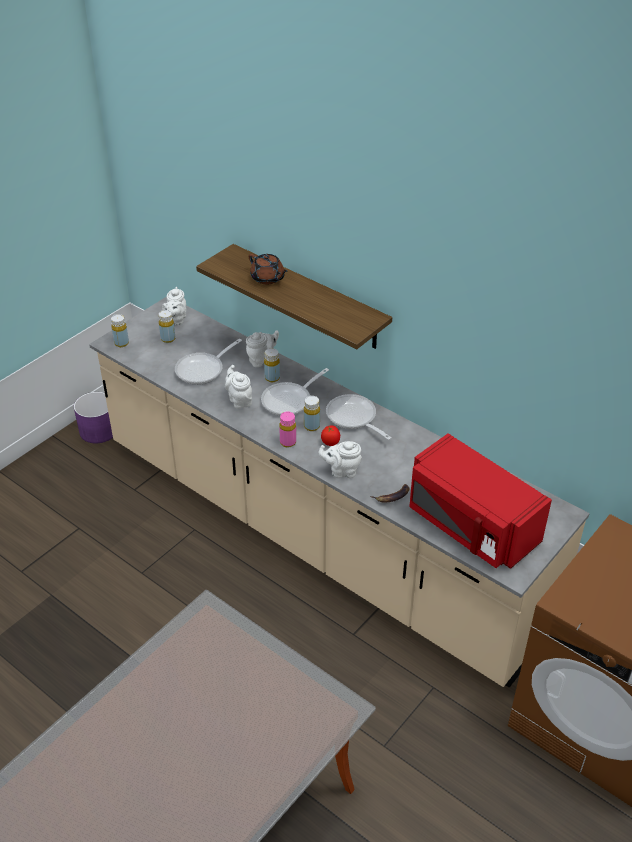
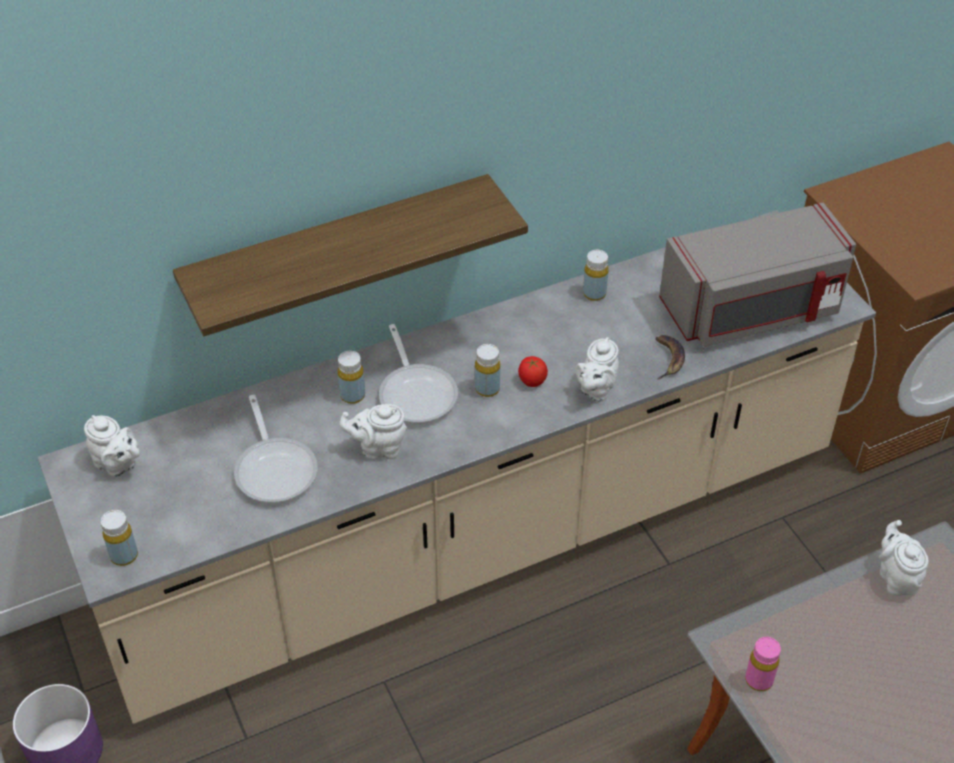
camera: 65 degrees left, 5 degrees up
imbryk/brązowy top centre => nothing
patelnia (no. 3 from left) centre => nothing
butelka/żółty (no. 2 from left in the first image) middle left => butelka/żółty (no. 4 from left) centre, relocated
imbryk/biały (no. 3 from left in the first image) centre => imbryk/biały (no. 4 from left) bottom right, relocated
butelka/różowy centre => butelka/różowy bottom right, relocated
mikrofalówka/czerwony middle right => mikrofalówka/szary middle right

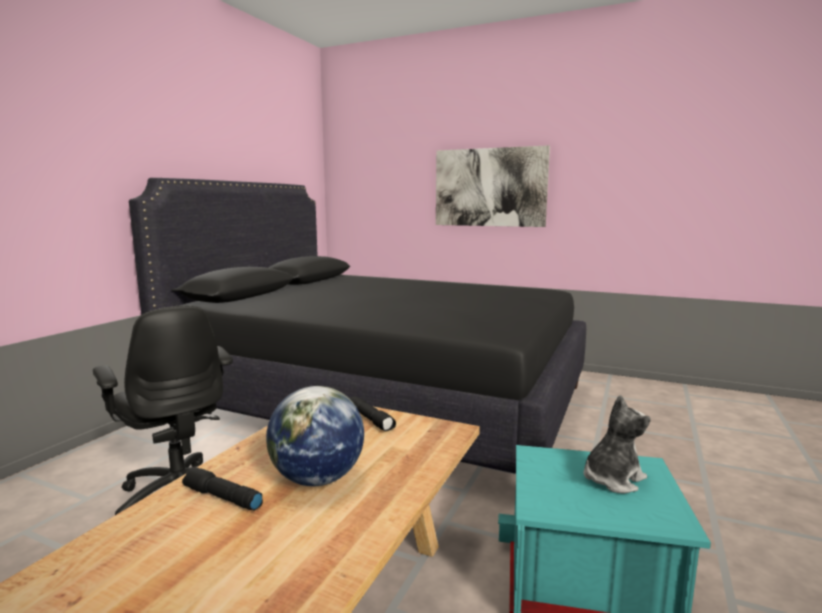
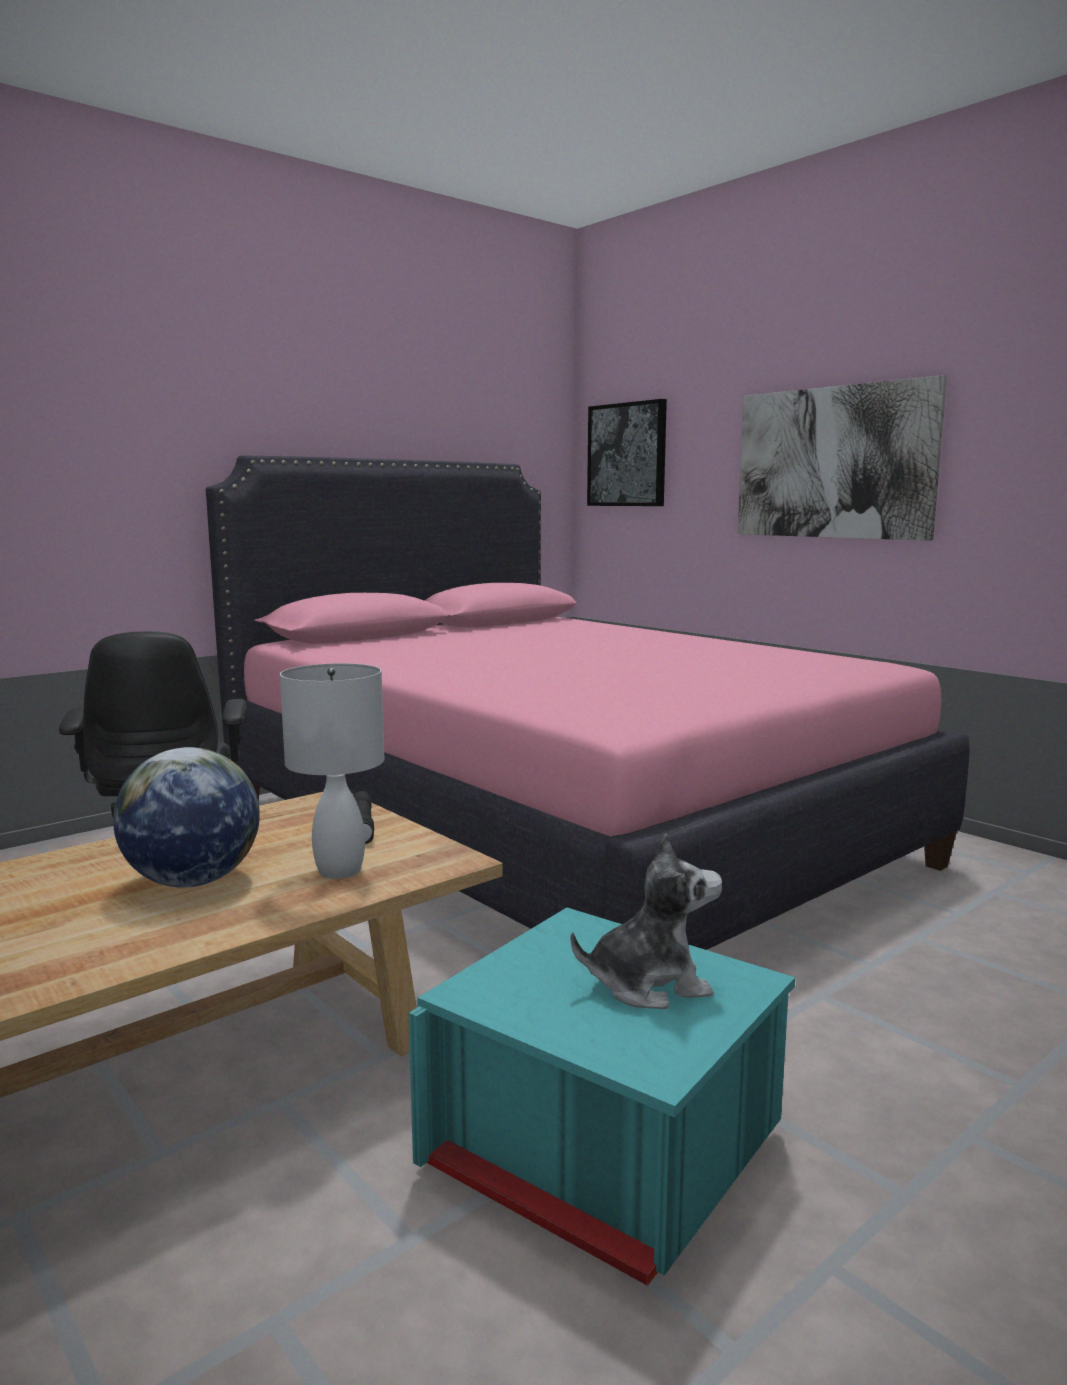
camera: 25 degrees right, 0 degrees up
latarka/czarny (no. 1 from left) bottom left => nothing
nothing => lampa stołowa/biały middle left
nothing => obraz (no. 1 from left) top centre
łóżko/czarny centre => łóżko/różowy centre

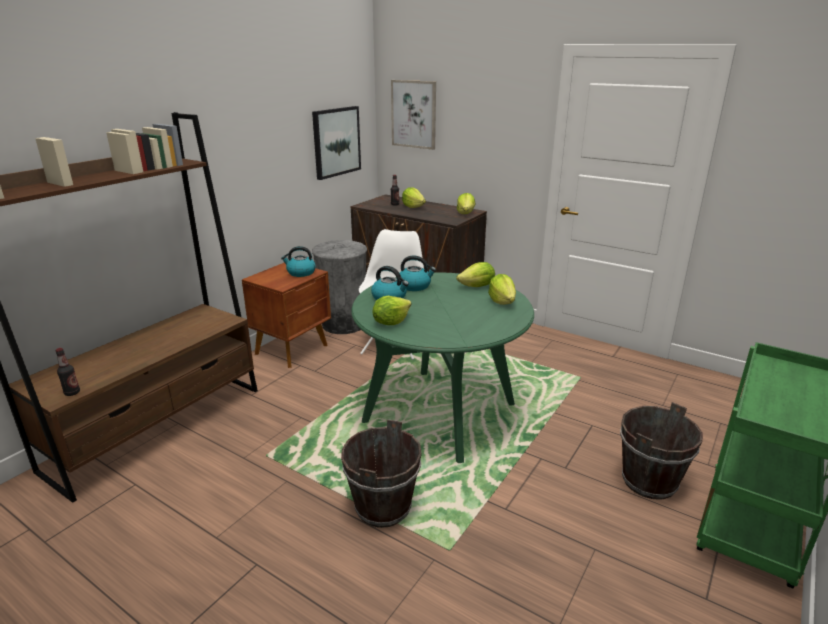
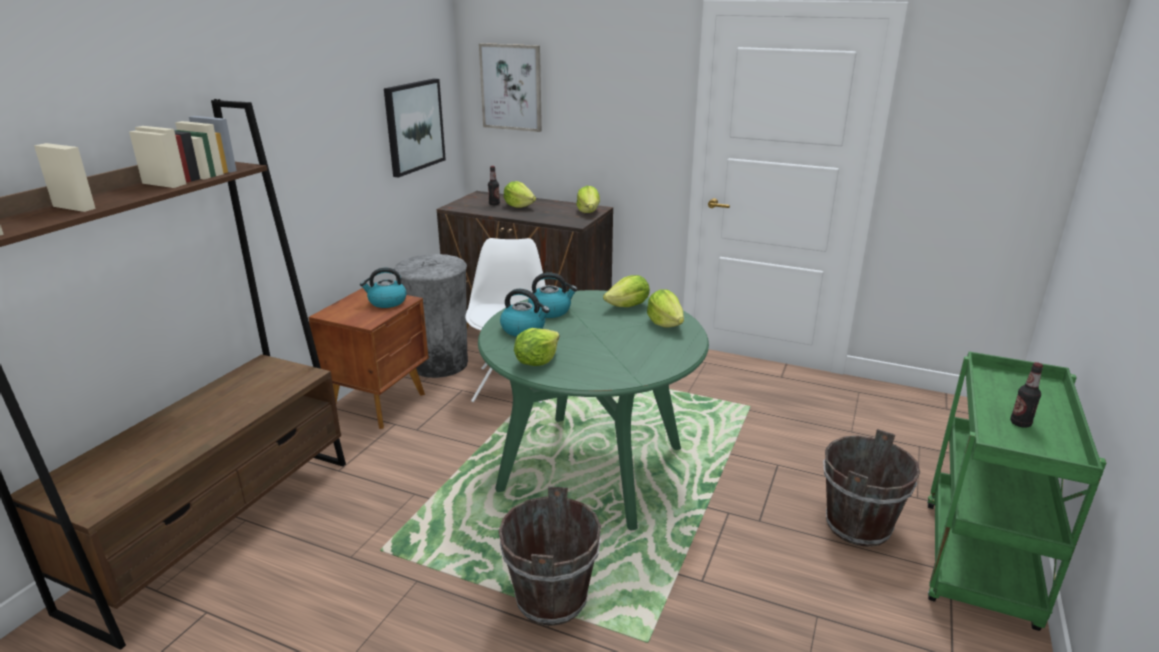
camera: 10 degrees left, 0 degrees up
butelka (no. 1 from left in the first image) middle left => butelka (no. 2 from left) middle right, relocated

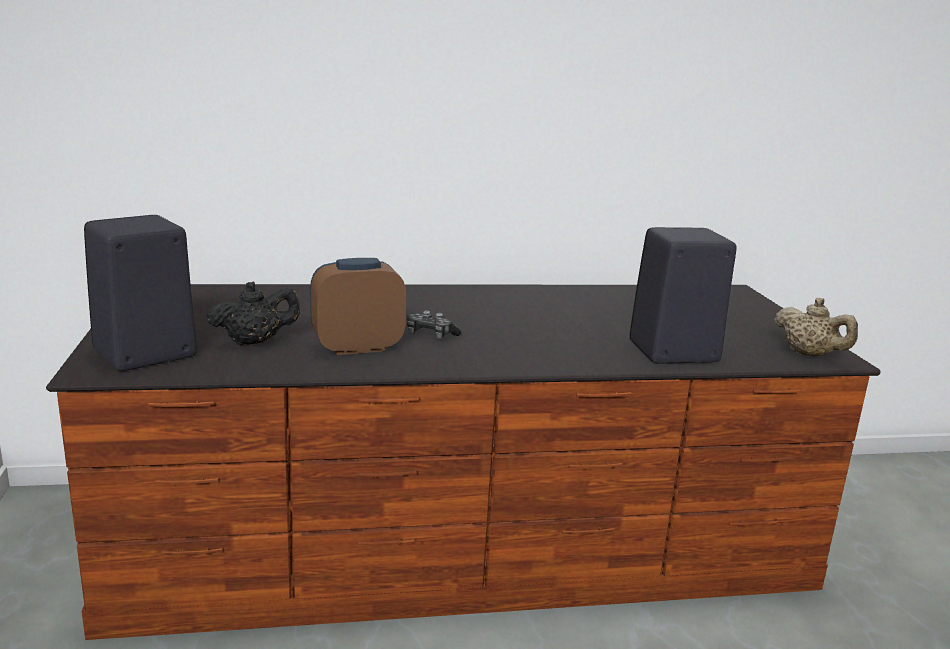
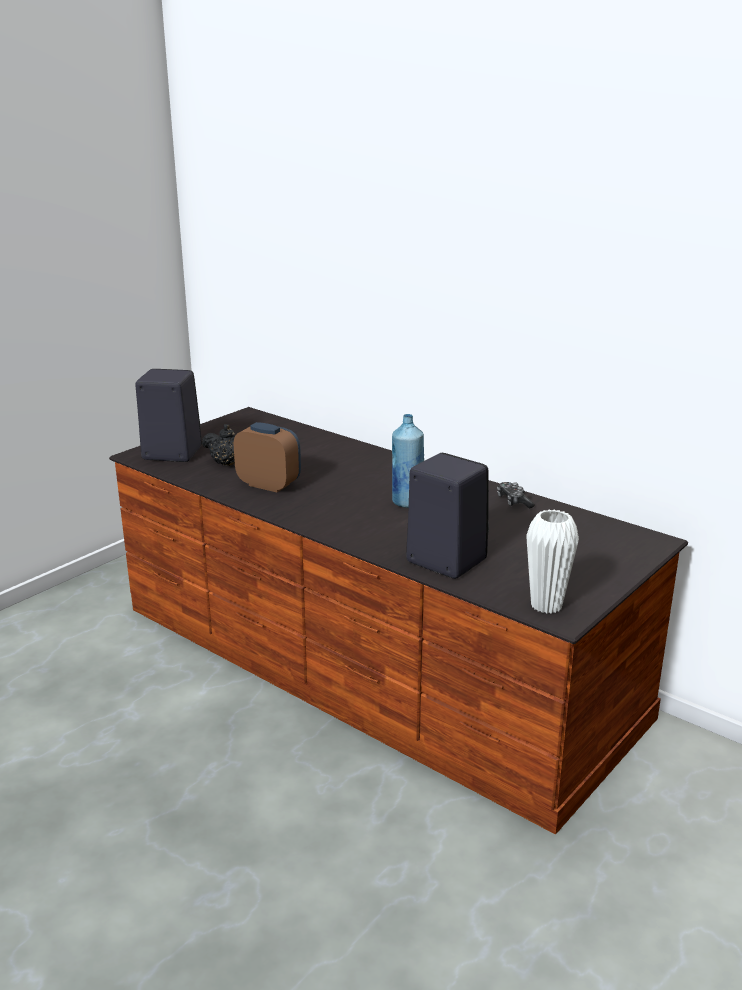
camera: 50 degrees right, 5 degrees up
nothing => butelka/niebieski centre
pad do gier centre => pad do gier middle right, relocated
imbryk/beżowy middle right => wazon/biały middle right

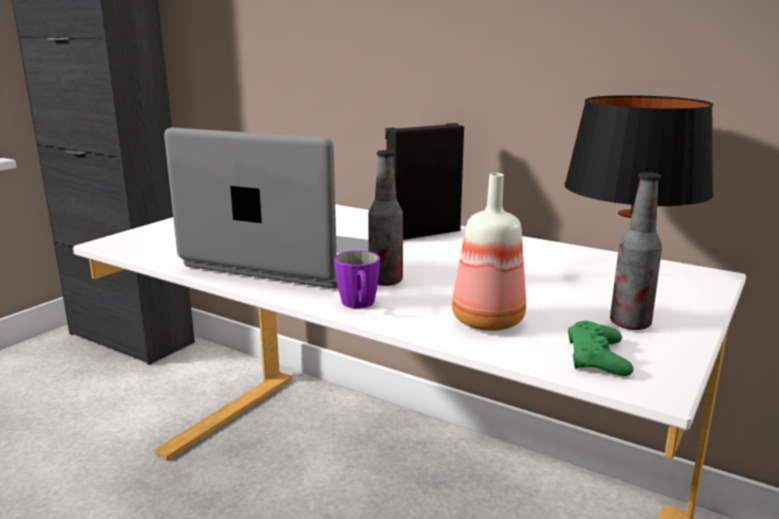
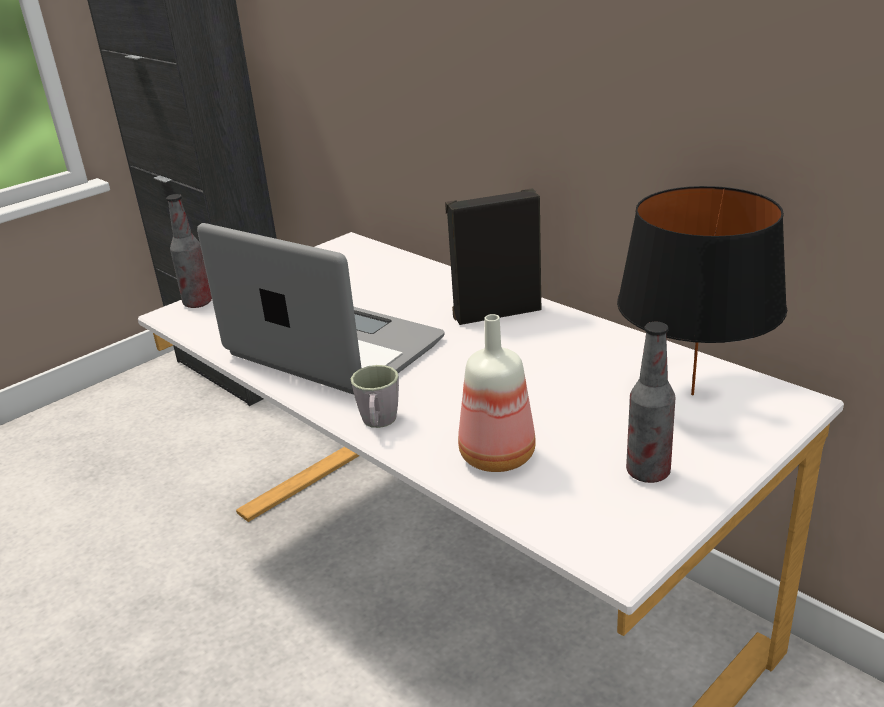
camera: 15 degrees right, 10 degrees up
pad do gier/zielony bottom right => nothing
butelka (no. 1 from left) centre => butelka (no. 1 from left) middle left, relocated
kubek/fioletowy centre => kubek/szary centre

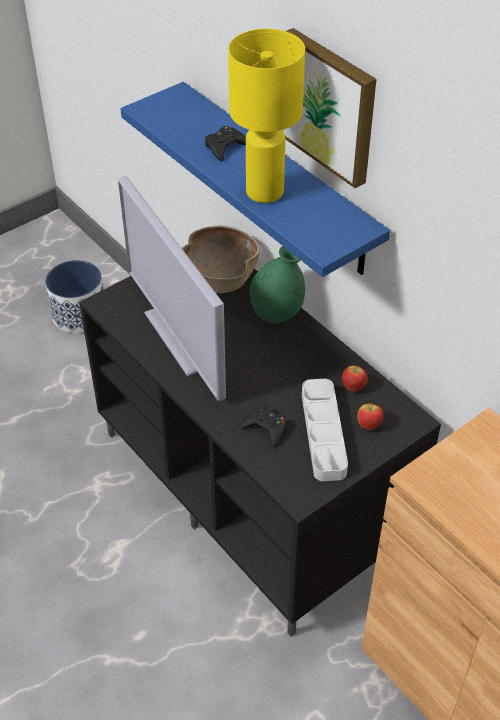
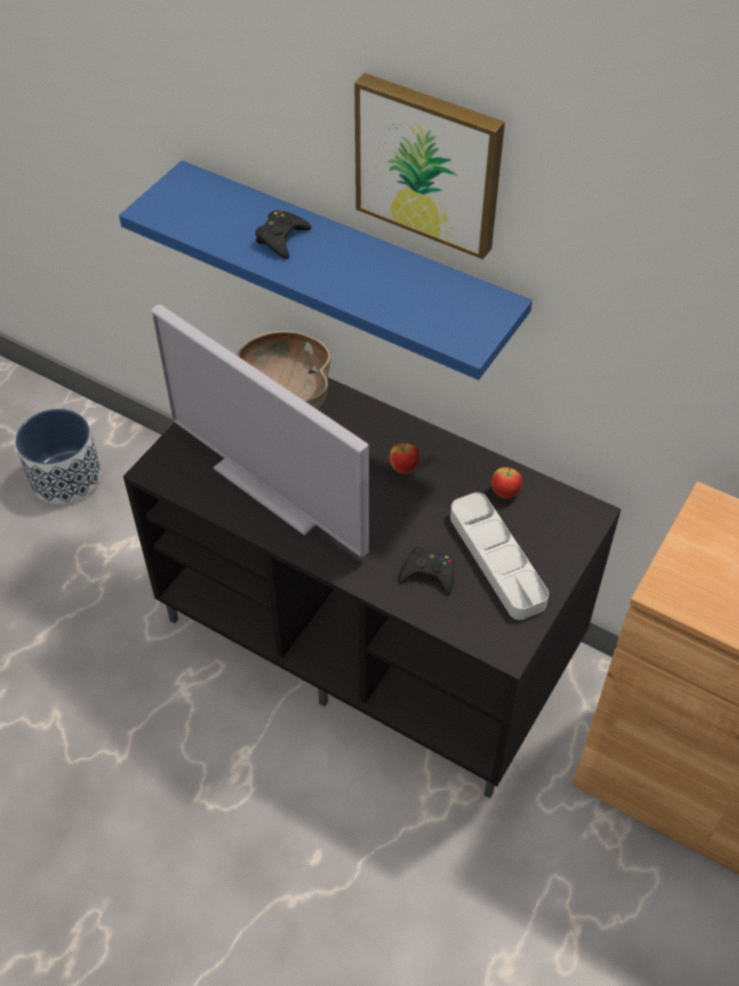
camera: 20 degrees left, 5 degrees up
lampa stołowa/żółty top centre => nothing
wazon/zielony centre => nothing
jabłko (no. 2 from left in the first image) middle right => jabłko (no. 1 from left) centre, relocated

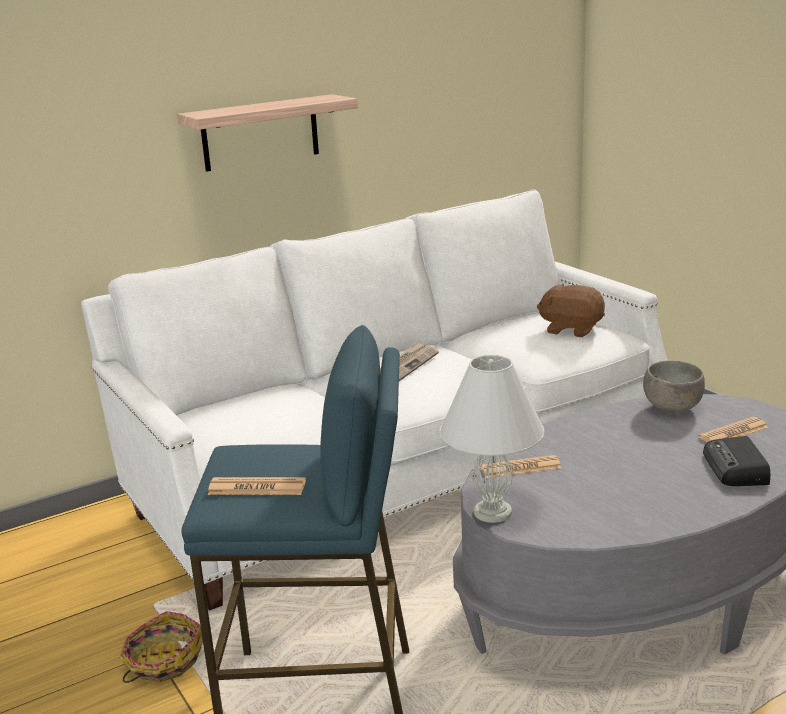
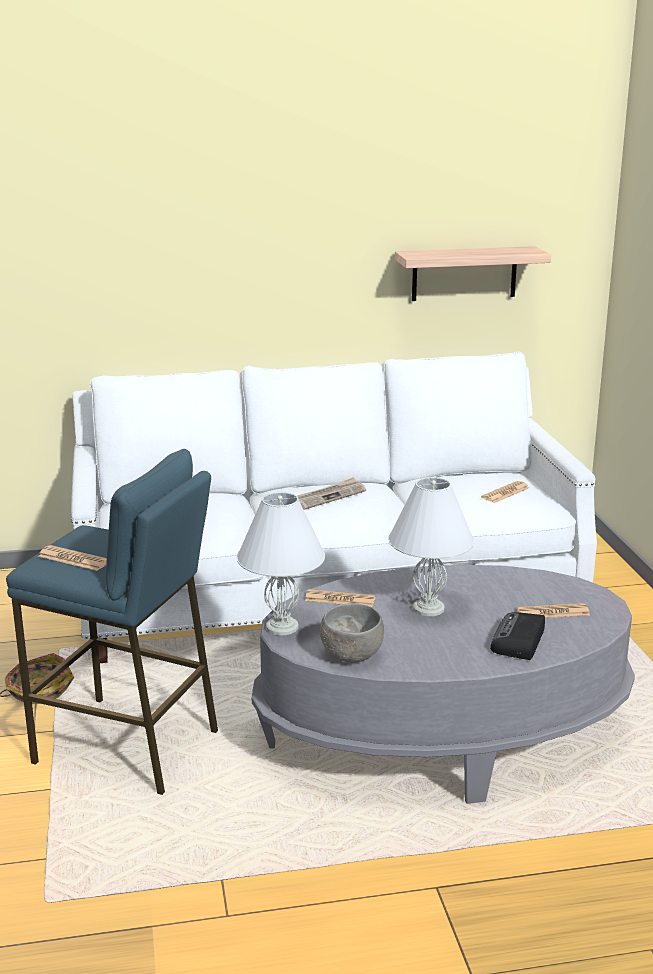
camera: 20 degrees right, 0 degrees up
nothing => lampa stołowa/biały (no. 2 from left) centre
półka top centre => półka top right, relocated
miska/szary middle right => miska/szary centre, relocated
pluszak/brązowy middle right => gazeta (no. 4 from left) middle right

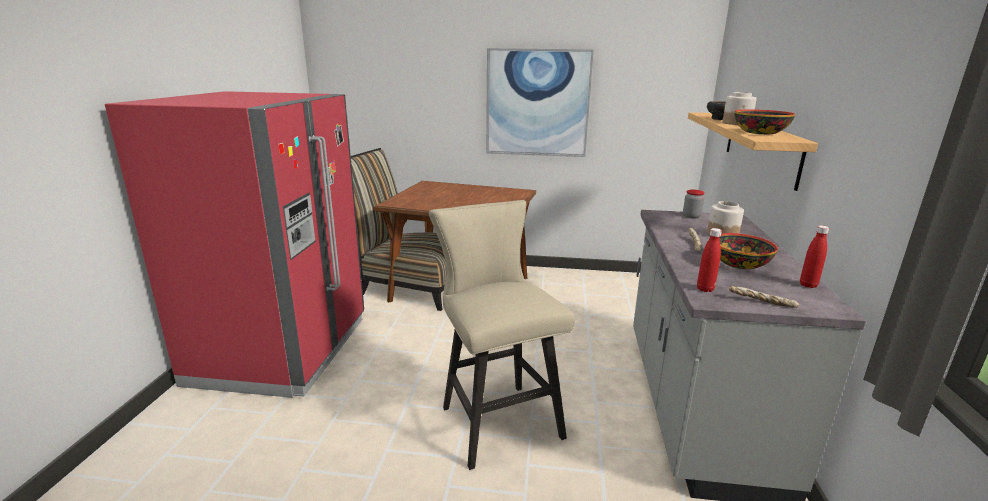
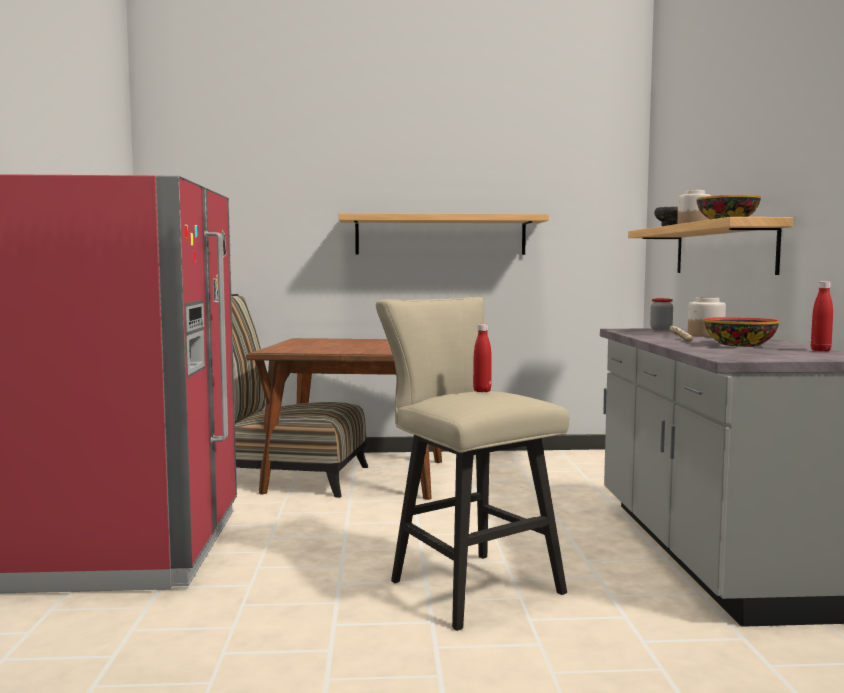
camera: 10 degrees left, 15 degrees down
chleb (no. 2 from left) middle right => nothing
butelka/czerwony (no. 1 from left) middle right => butelka/czerwony (no. 1 from left) centre, relocated
obraz top centre => półka (no. 1 from left) centre

